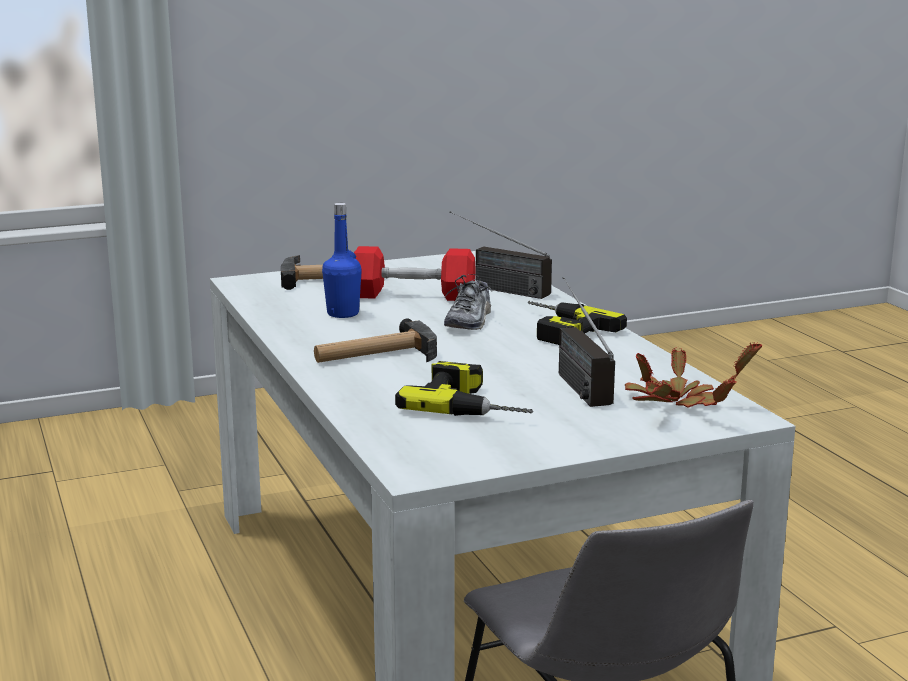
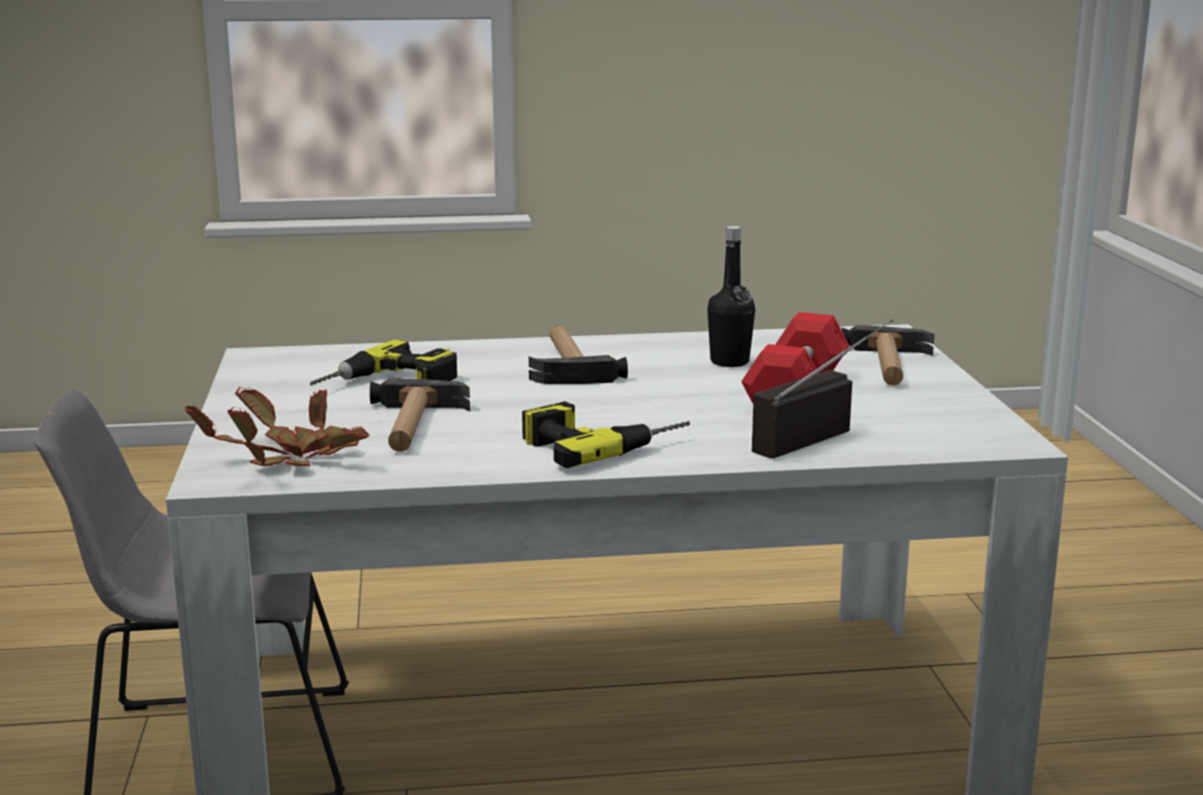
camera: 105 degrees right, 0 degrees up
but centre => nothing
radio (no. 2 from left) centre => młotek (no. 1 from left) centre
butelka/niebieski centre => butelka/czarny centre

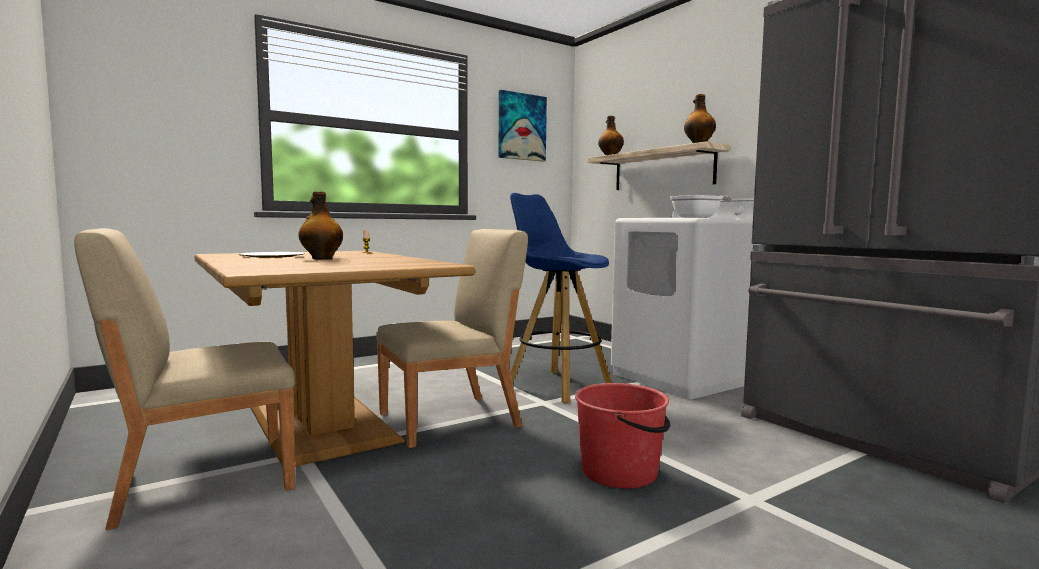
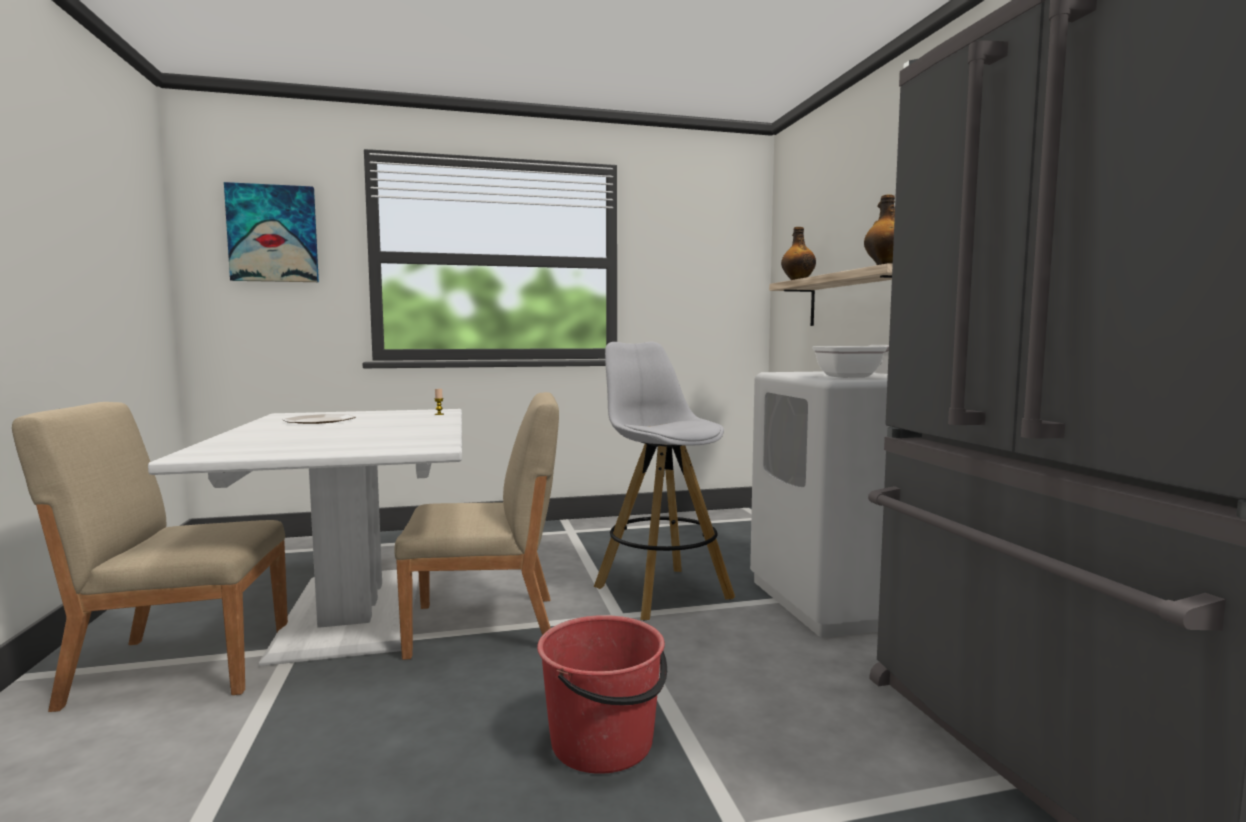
camera: 20 degrees right, 0 degrees up
butelka (no. 1 from left) middle left => nothing
obraz top centre => obraz top left, relocated
stół jadalny/brązowy middle left => stół jadalny/biały middle left
stołek/niebieski centre => stołek/biały centre

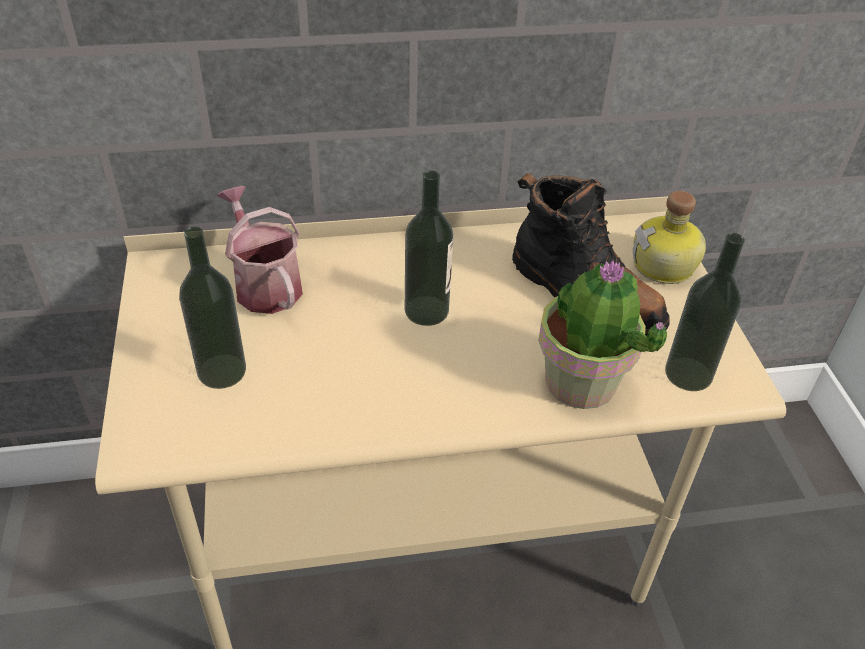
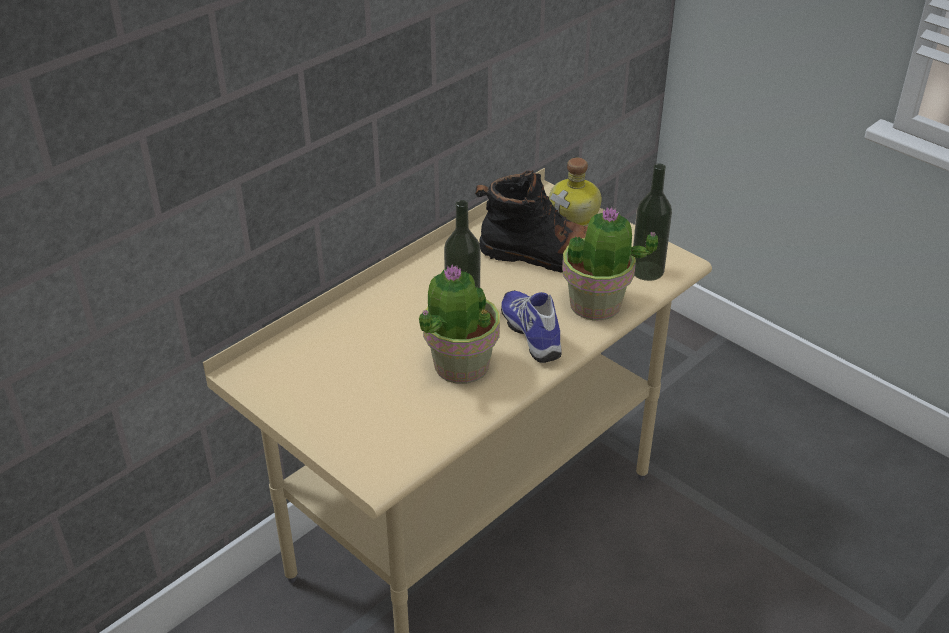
camera: 35 degrees left, 5 degrees down
butelka (no. 1 from left) middle left => nothing
konewka middle left => nothing
nothing => roślina doniczkowa (no. 1 from left) centre
nothing => but centre

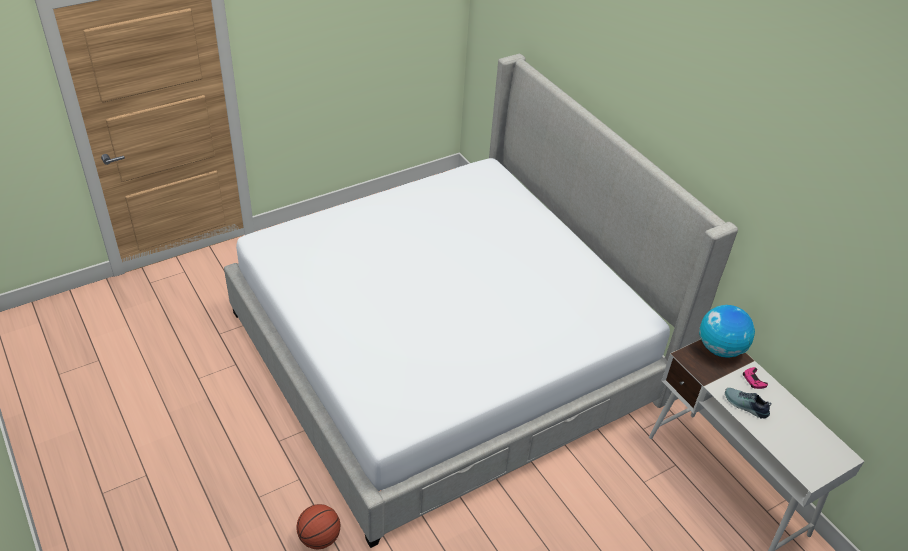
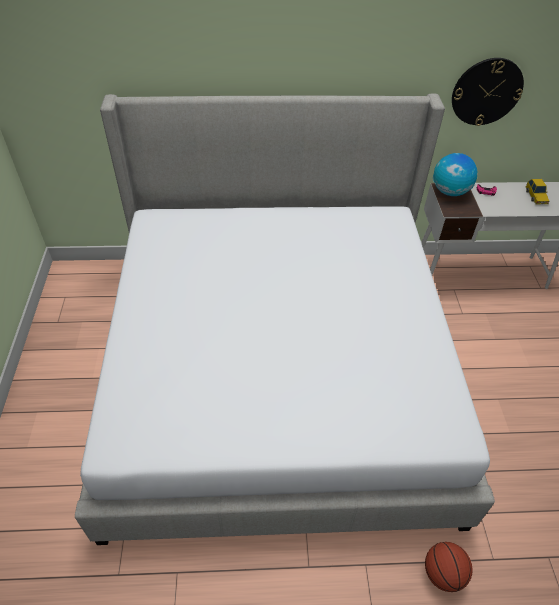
camera: 60 degrees left, 5 degrees up
but bottom right => nothing
nothing => zegar ścienny top right
nothing => samochodzik top right

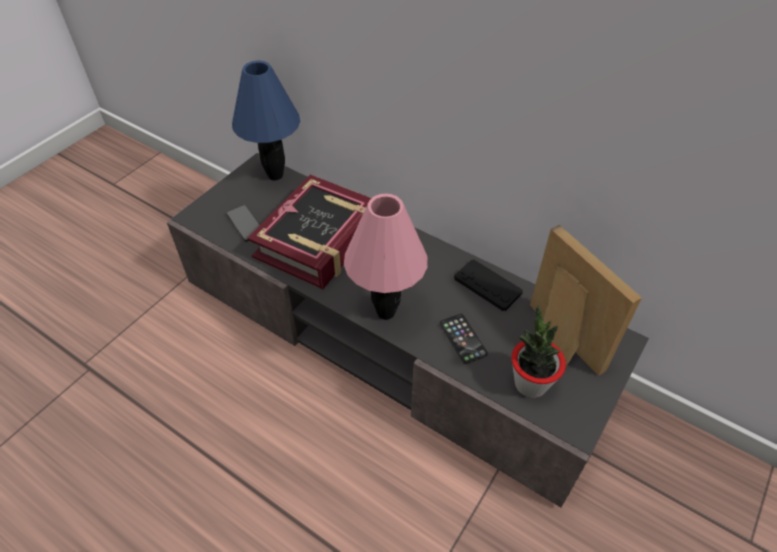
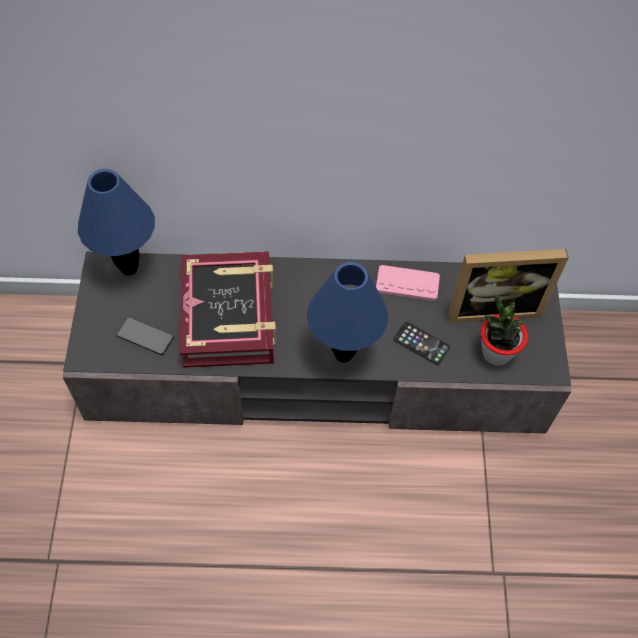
camera: 35 degrees left, 10 degrees up
lampa stołowa/różowy centre => lampa stołowa/niebieski (no. 2 from left) centre
pad do gier/czarny centre => pad do gier/różowy centre
ramka na zdjęcie middle right, 150 degrees clockwise

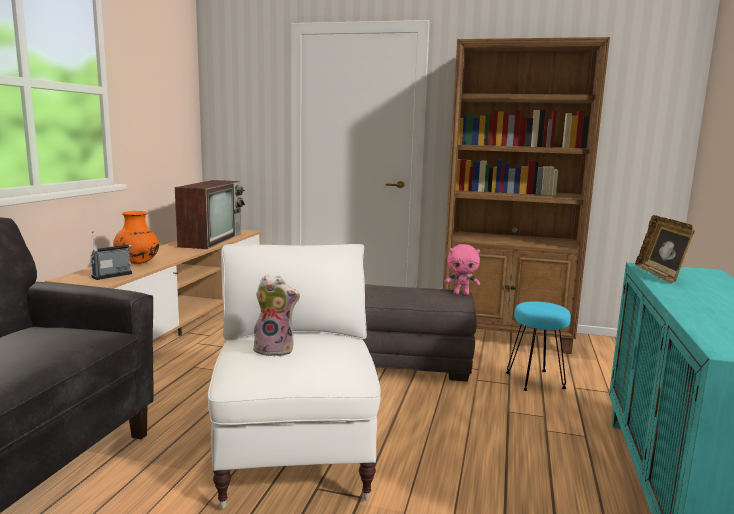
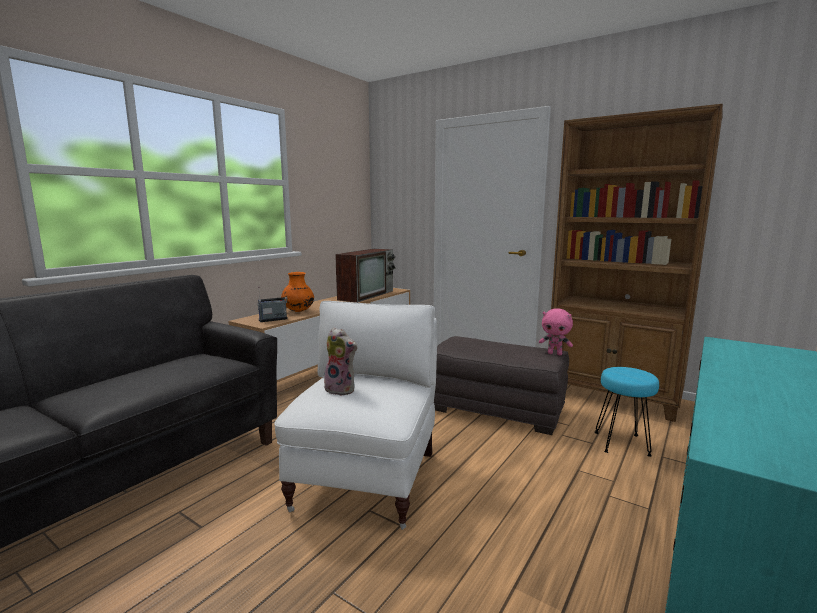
camera: 20 degrees right, 0 degrees up
ramka na zdjęcie middle right => nothing

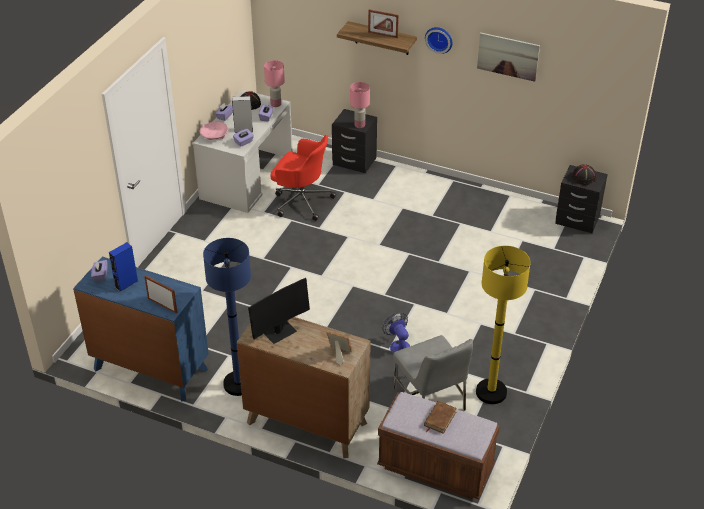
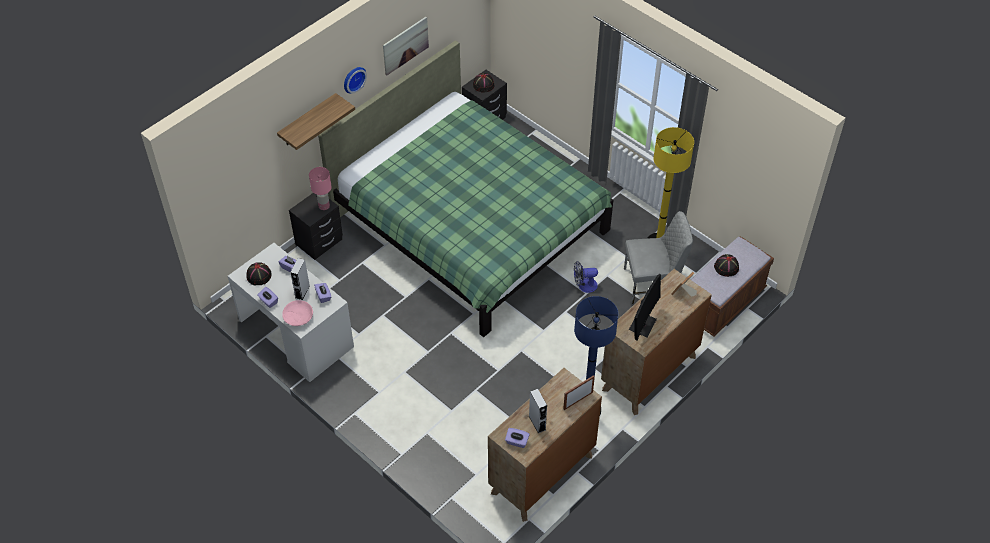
camera: 70 degrees left, 10 degrees up
lampa stołowa/różowy (no. 1 from left) top centre => nothing
krzesło biurowe/czerwony centre => nothing
ramka na zdjęcie (no. 3 from left) top centre => nothing
nothing => łóżko/zielony centre
książka/brązowy bottom centre => kapelusz/czarny (no. 3 from left) middle right
komoda/niebieski middle left => komoda/brązowy (no. 1 from left) bottom centre
głośnik/niebieski middle left => głośnik/szary (no. 2 from left) bottom centre
monitor centre, 45 degrees clockwise

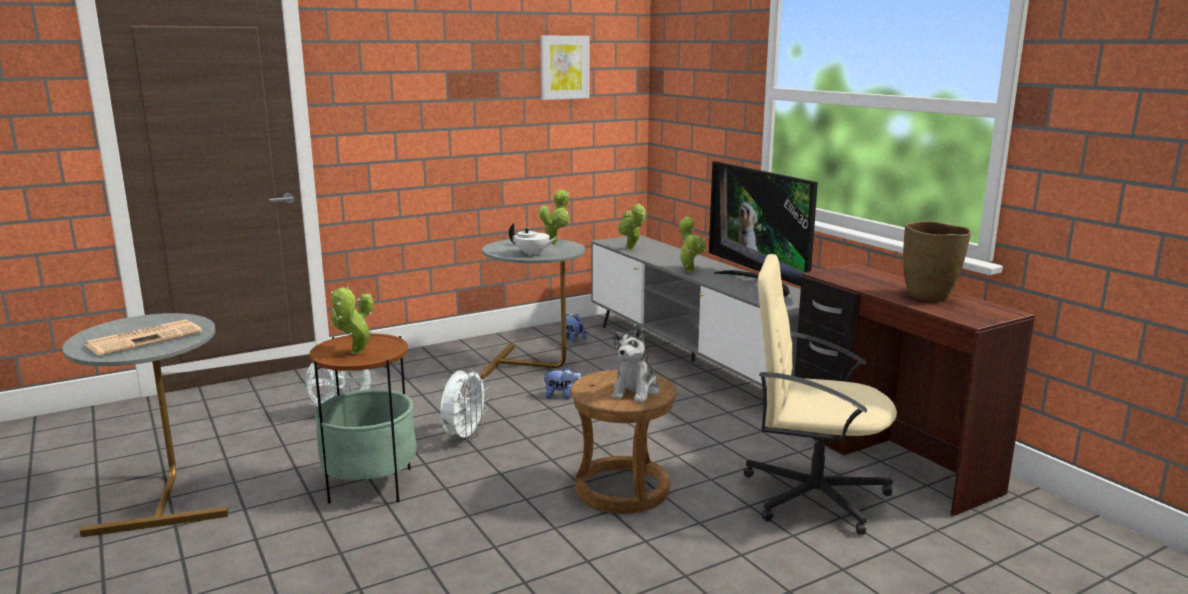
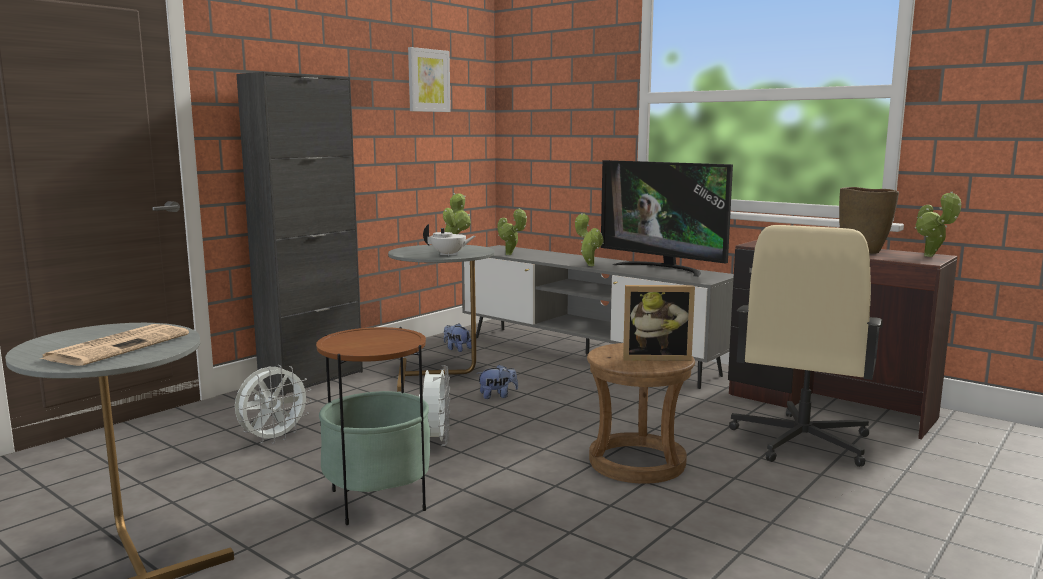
camera: 20 degrees left, 5 degrees down
nothing => szafka/czarny middle left
roślina doniczkowa (no. 1 from left in the first image) middle left => roślina doniczkowa (no. 4 from left) middle right, relocated
pluszak (no. 3 from left) centre => ramka na zdjęcie centre
krzesło biurowe/beżowy middle right, 60 degrees counterclockwise

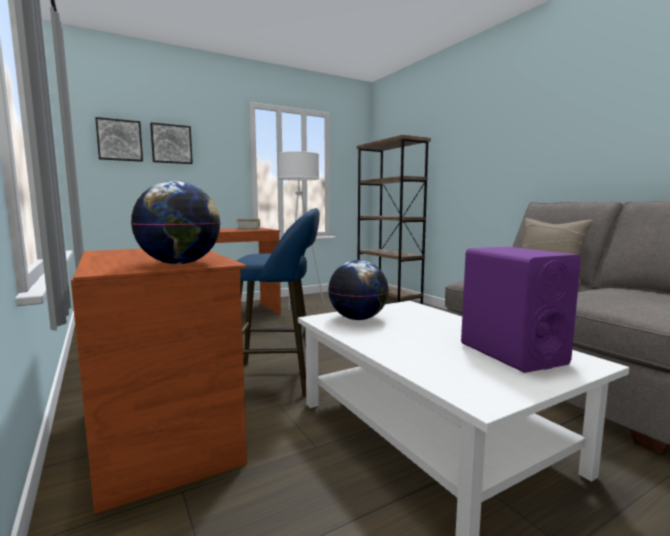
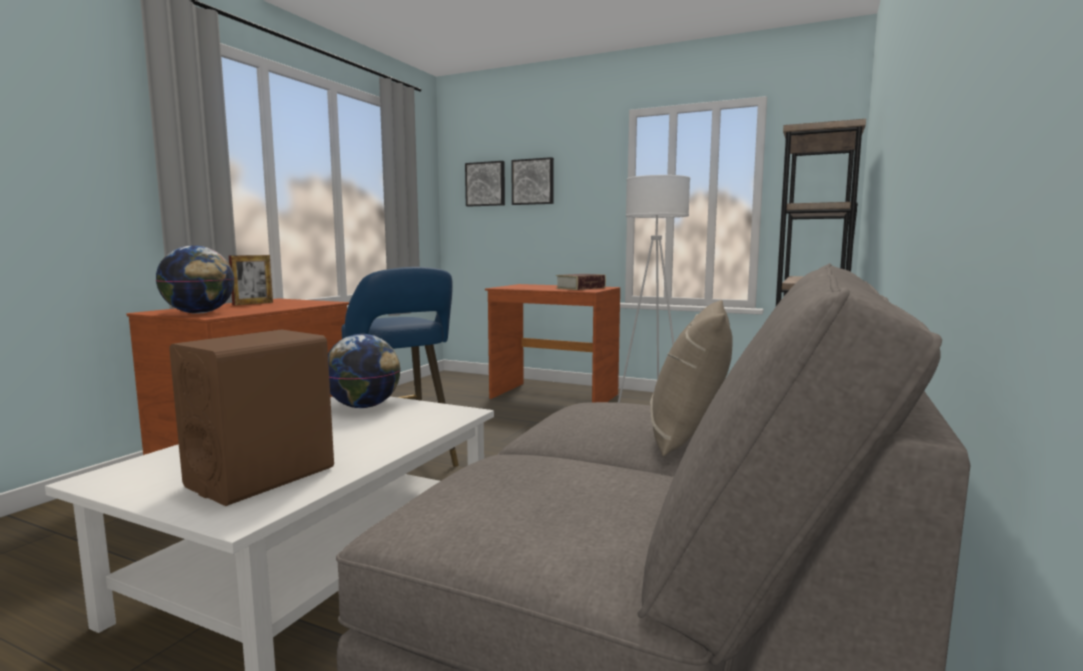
camera: 55 degrees right, 0 degrees up
nothing => ramka na zdjęcie middle left
głośnik/fioletowy middle right => głośnik/brązowy middle left

